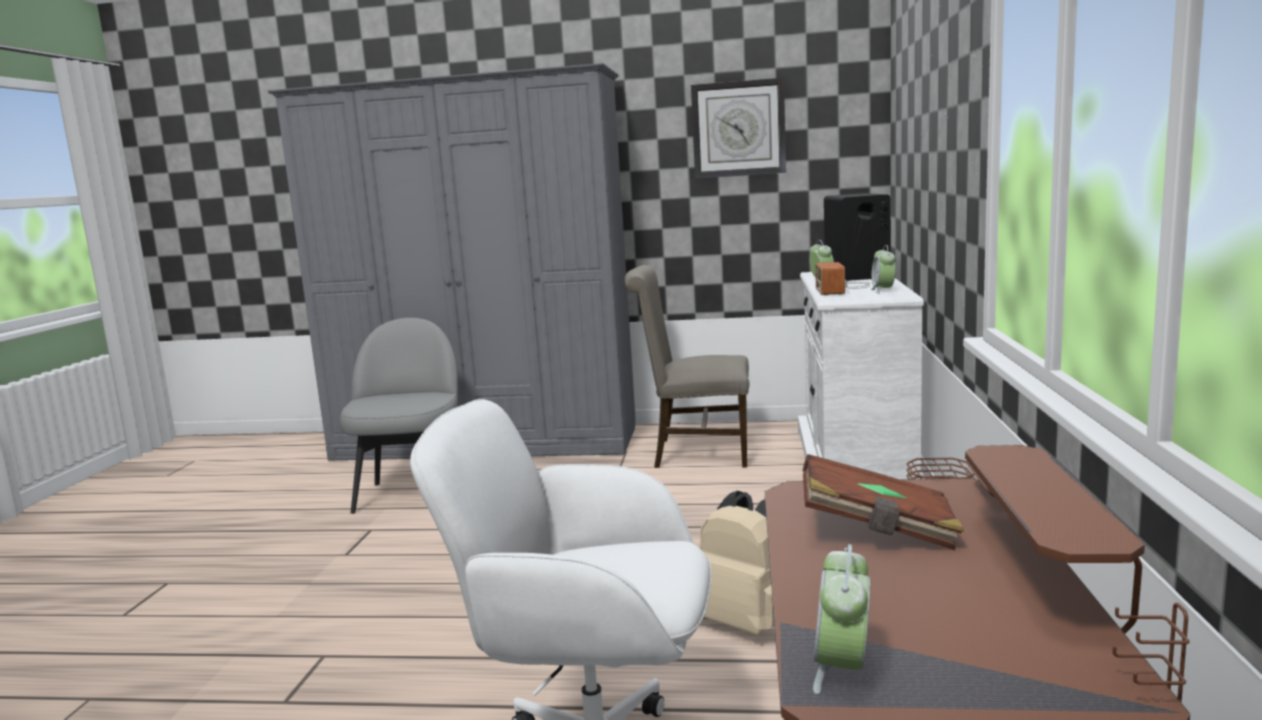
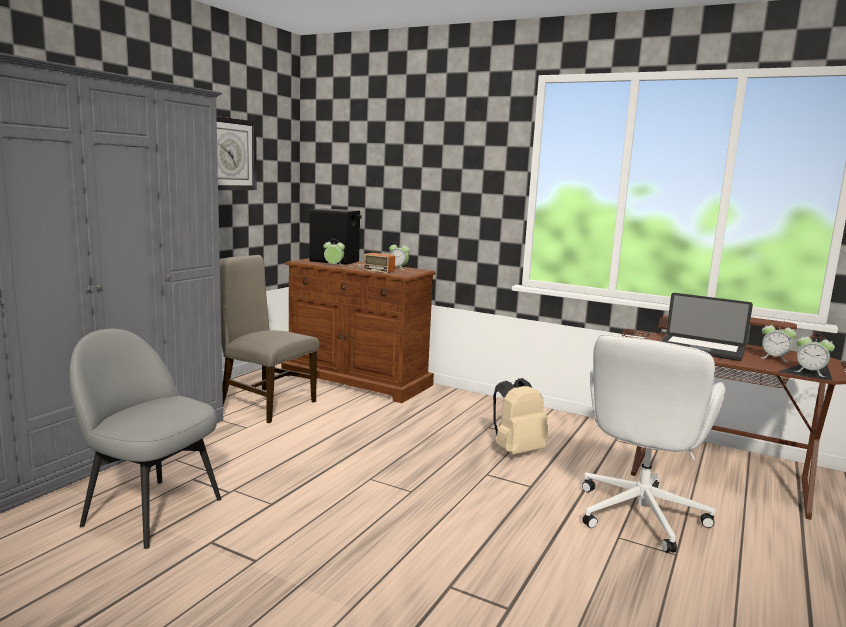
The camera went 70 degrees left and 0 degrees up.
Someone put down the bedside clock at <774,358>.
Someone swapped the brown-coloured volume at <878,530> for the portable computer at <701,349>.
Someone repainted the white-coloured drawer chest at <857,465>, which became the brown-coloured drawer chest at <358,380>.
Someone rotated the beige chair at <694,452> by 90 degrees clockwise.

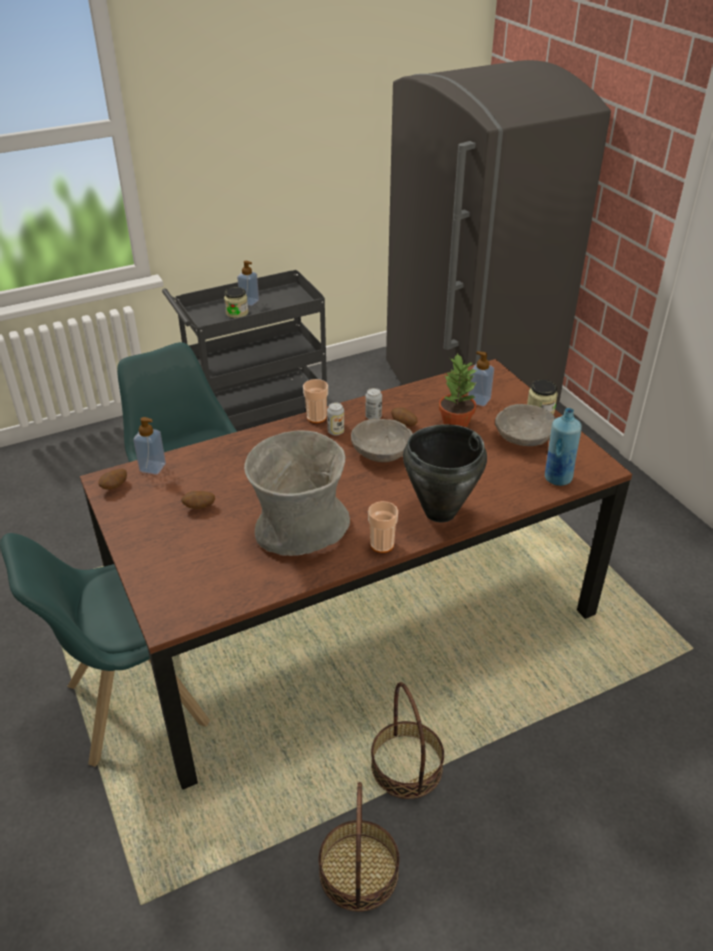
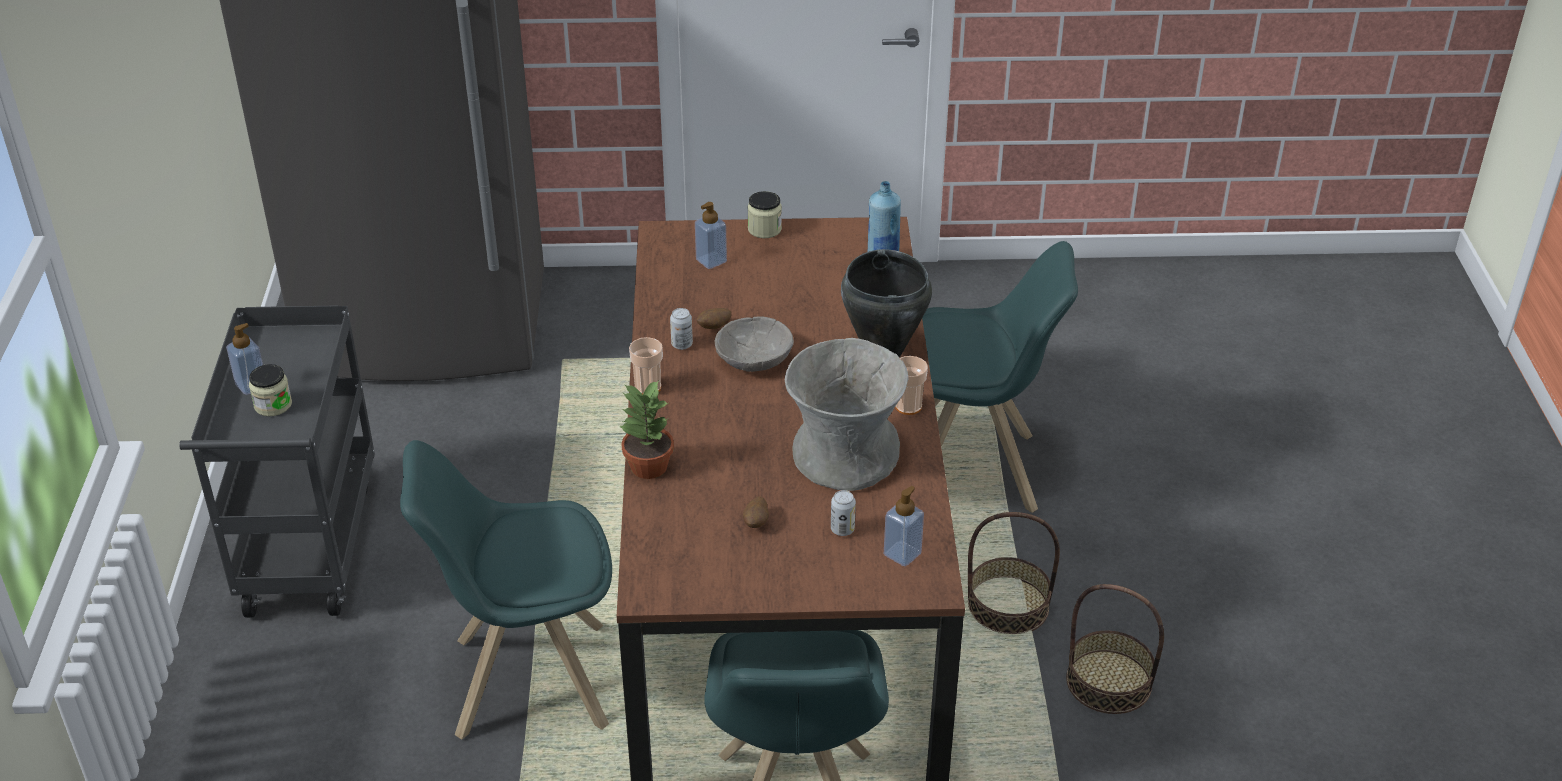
The camera went 65 degrees left and 0 degrees up.
Someone took away the spud at <114,487>.
Someone took away the greyish deep dish at <524,437>.
Someone put down the turquoise chair at <970,470>.
Someone carried the soap dispenser from <152,467> to <902,554>.
Someone carried the metal can from <336,431> to <842,529>.
Someone carried the houseplant from <455,422> to <647,467>.

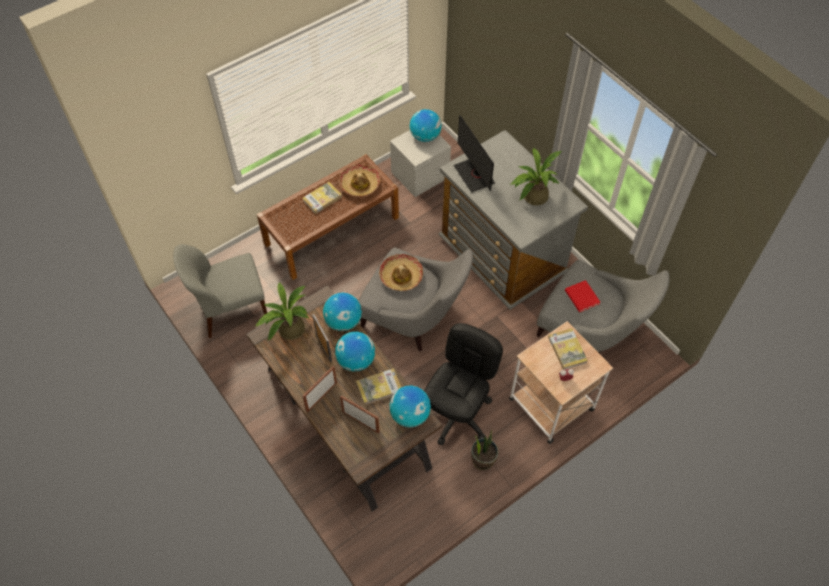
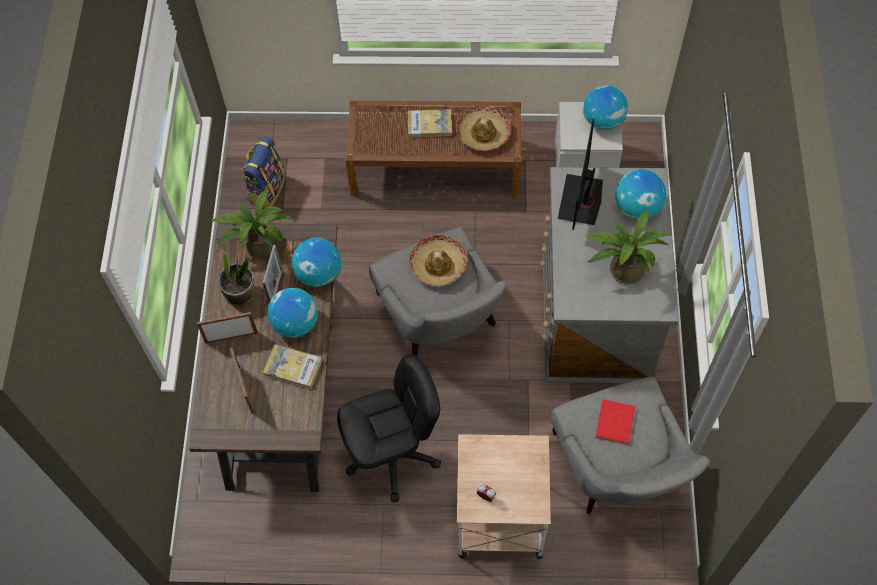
The camera went 40 degrees right and 5 degrees up.
Someone took away the volume at <567,350>.
Someone carried the desk globe from <410,415> to <637,207>.
Someone carried the houseplant from <482,460> to <240,293>.
Someone swapped the greyish chair at <231,310> for the rucksack at <266,188>.

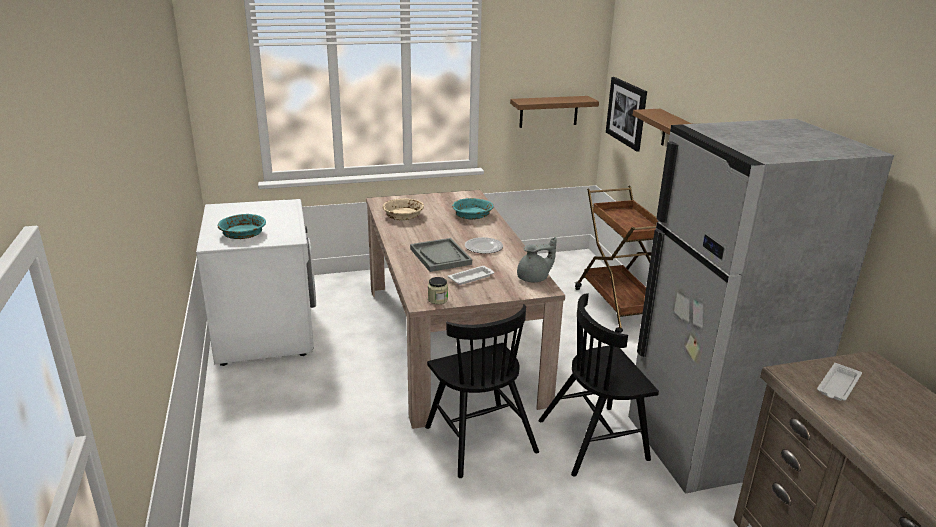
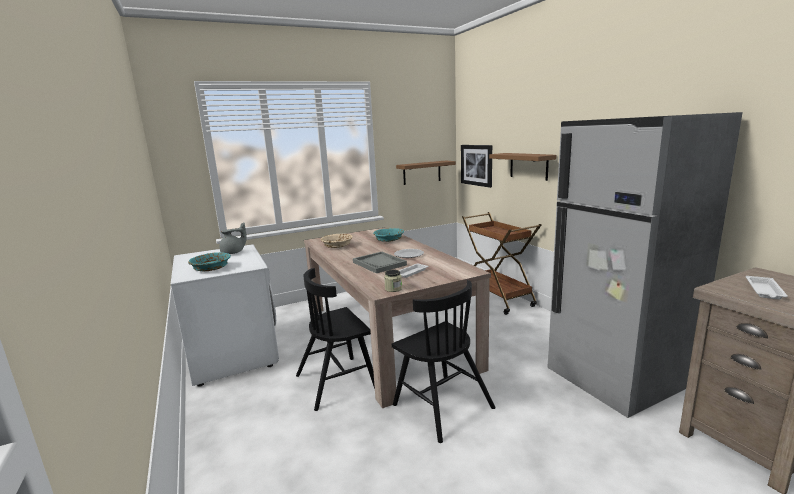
The camera went 10 degrees left and 10 degrees down.
Someone carried the greyish tea pot from <534,278> to <233,253>.
Someone carried the black-coloured chair from <598,438> to <340,380>.

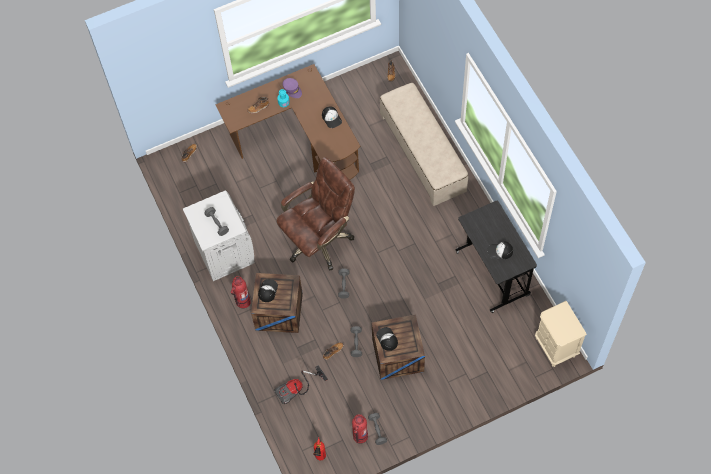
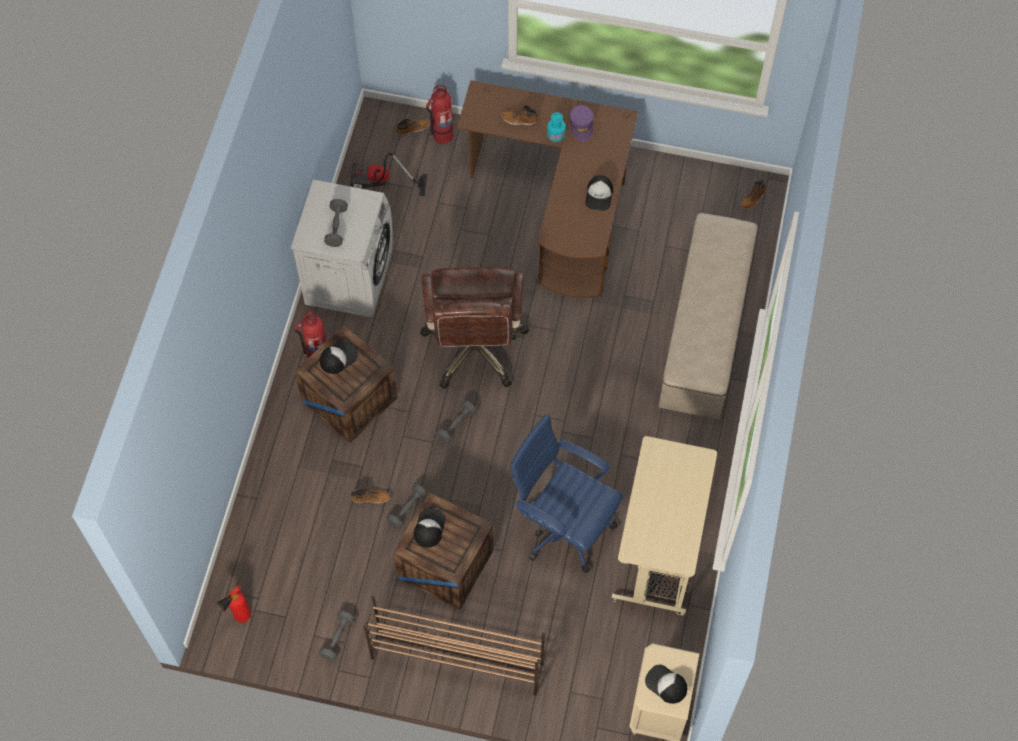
The camera went 35 degrees right and 0 degrees up.
Someone put down the brown-coloured shoe shelf at <456,660>.
Someone put down the bluish office chair at <563,527>.
Someone carried the vacuum from <297,390> to <381,184>.
Someone carried the extinguisher from <360,436> to <442,135>.
Someone carried the baseball cap from <500,251> to <666,685>.
Someone repainted the black-coloured desk unit at <492,273>, which became the beige desk unit at <659,550>.
Someone rotated the brown-coloured office chair at <319,241> by 90 degrees clockwise.

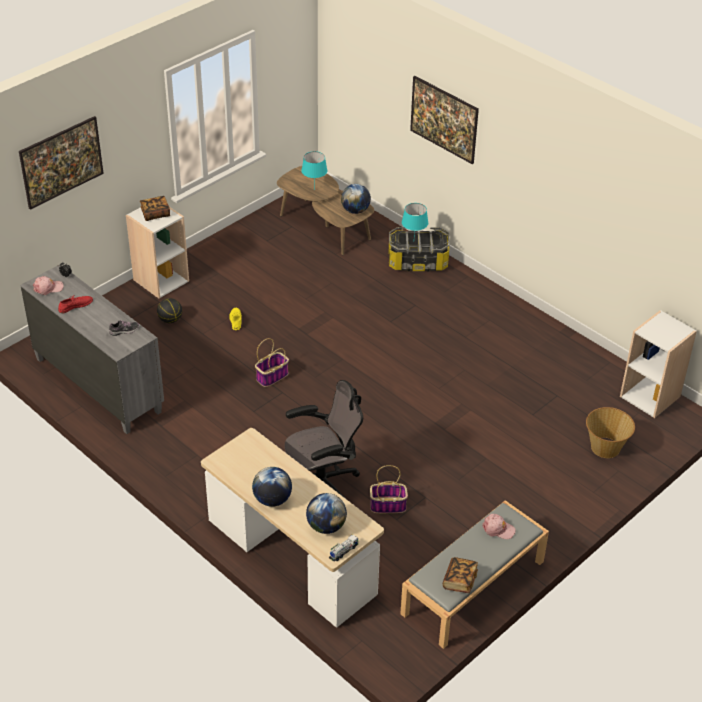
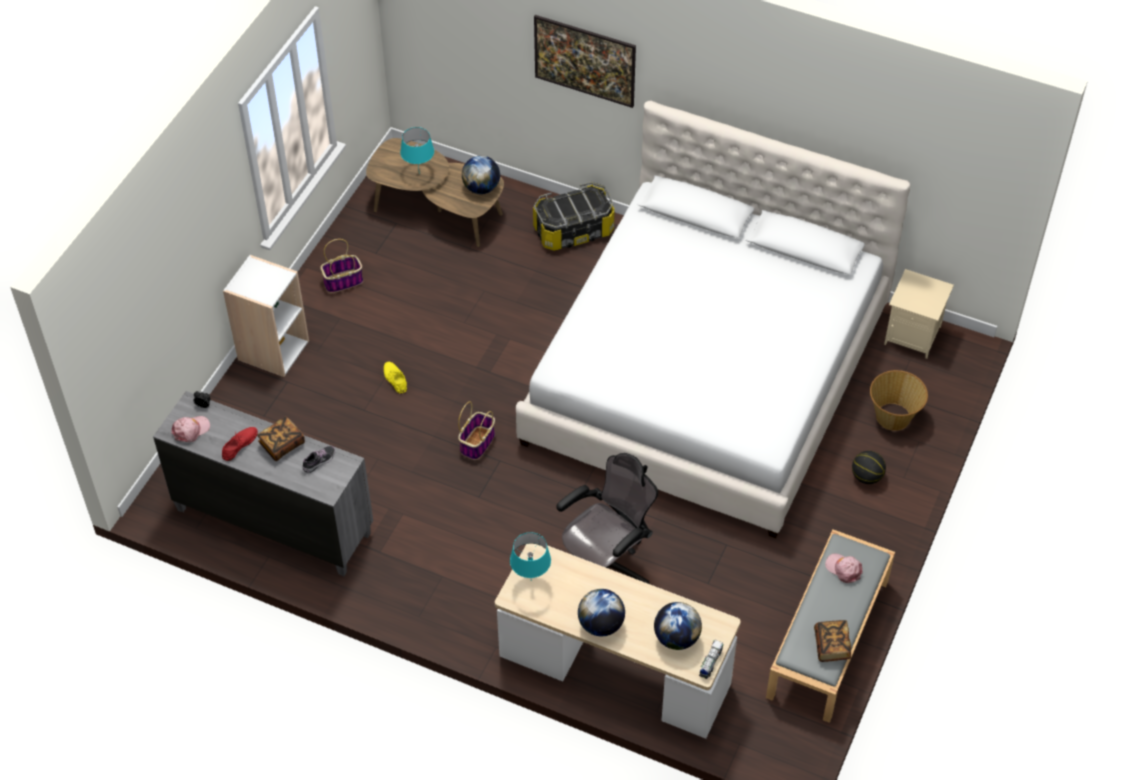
The camera went 20 degrees left and 10 degrees up.
Someone took away the picture at <63,176>.
Someone put down the white-coloured sleeping bed at <707,374>.
Someone carried the volume from <155,214> to <282,444>.
Someone carried the basketball ball from <170,320> to <866,477>.
Someone carried the basket from <388,505> to <343,281>.
Someone carried the turquoise lamp for a table from <413,241> to <531,580>.
Someone swapped the shelving unit at <650,397> for the beige night table at <914,335>.
Someone rotated the pinkish baseball cap at <498,529> by 135 degrees counterclockwise.

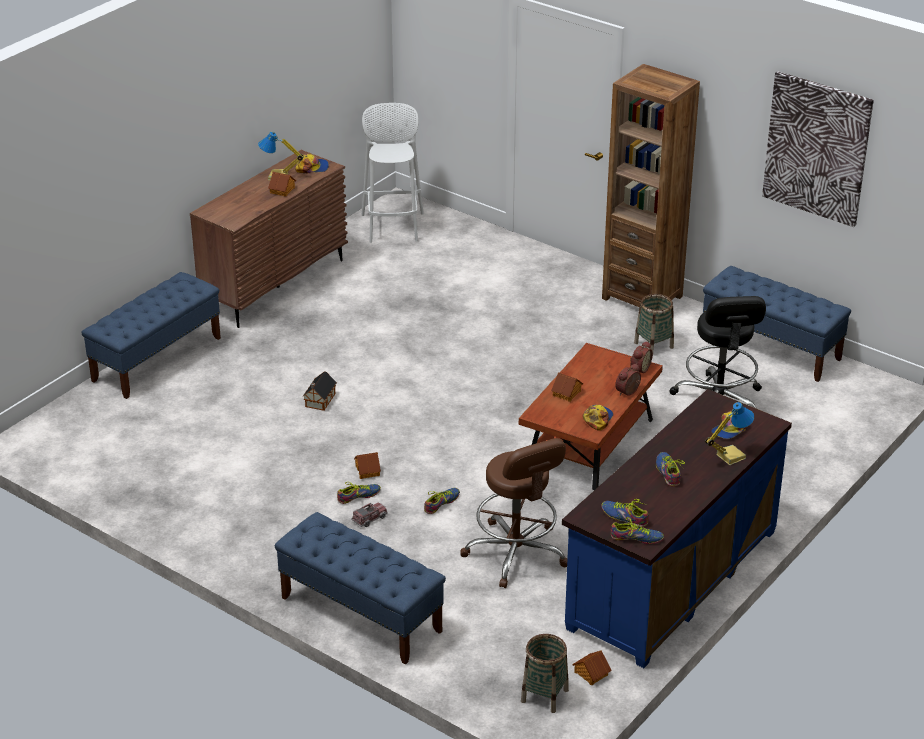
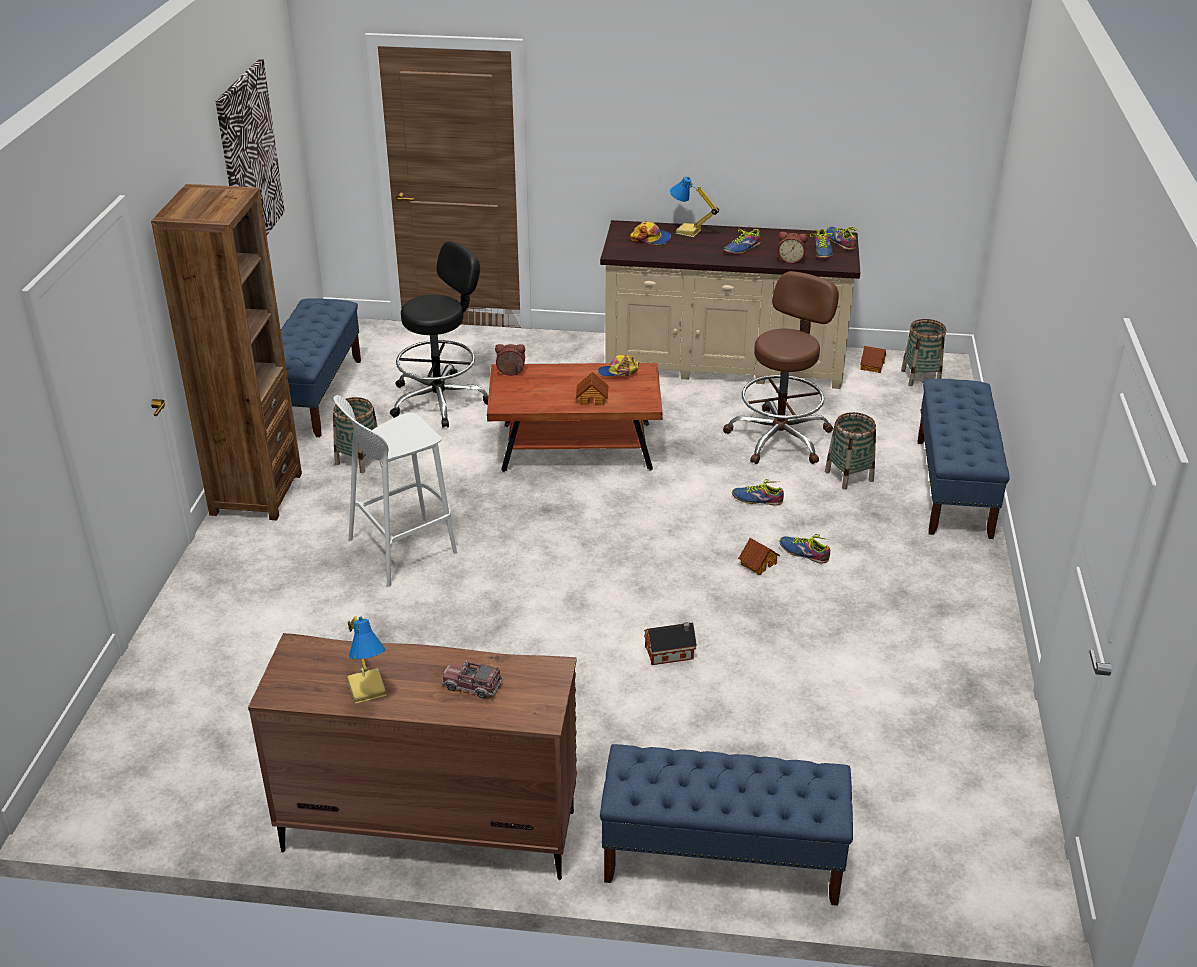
The camera went 120 degrees left and 0 degrees up.
Someone took away the model house at <282,190>.
Someone took away the baseball cap at <312,167>.
Someone put down the basket at <849,476>.
Someone carried the toy truck from <369,518> to <472,686>.
Someone carried the white-coloured stool seat from <393,227> to <401,550>.
Someone carried the bedside clock from <628,392> to <791,260>.
Someone repainted the bluish cabinet at <671,580>, which became the beige cabinet at <725,361>.

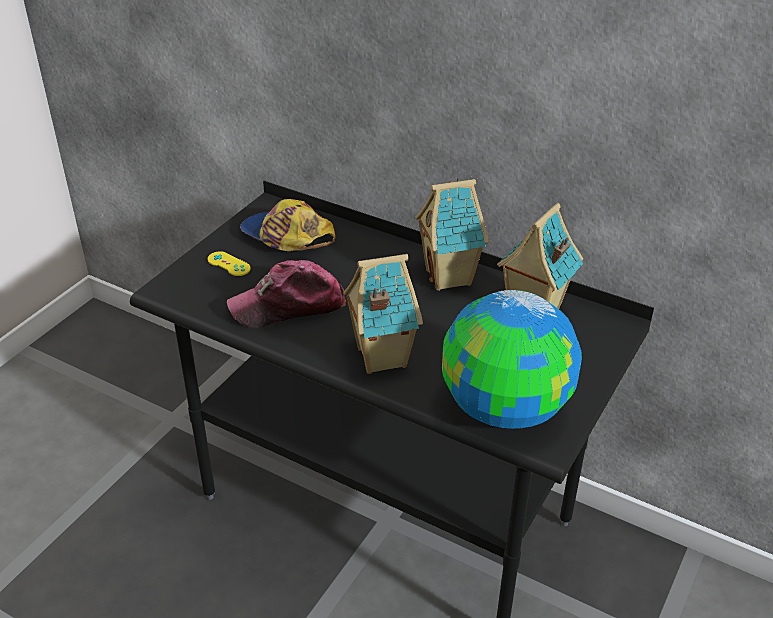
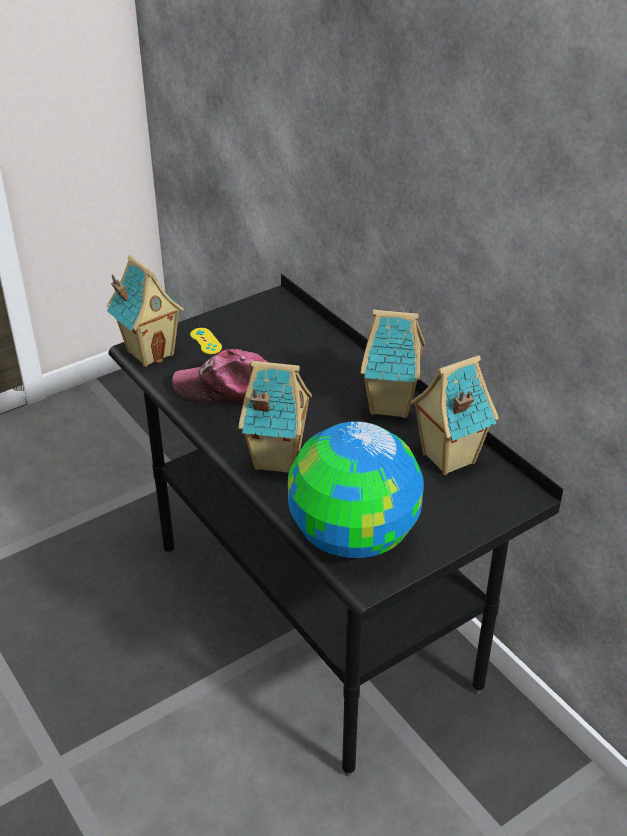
The camera went 25 degrees right and 0 degrees up.
Someone took away the baseball cap at <286,236>.
Someone put down the model house at <150,352>.

